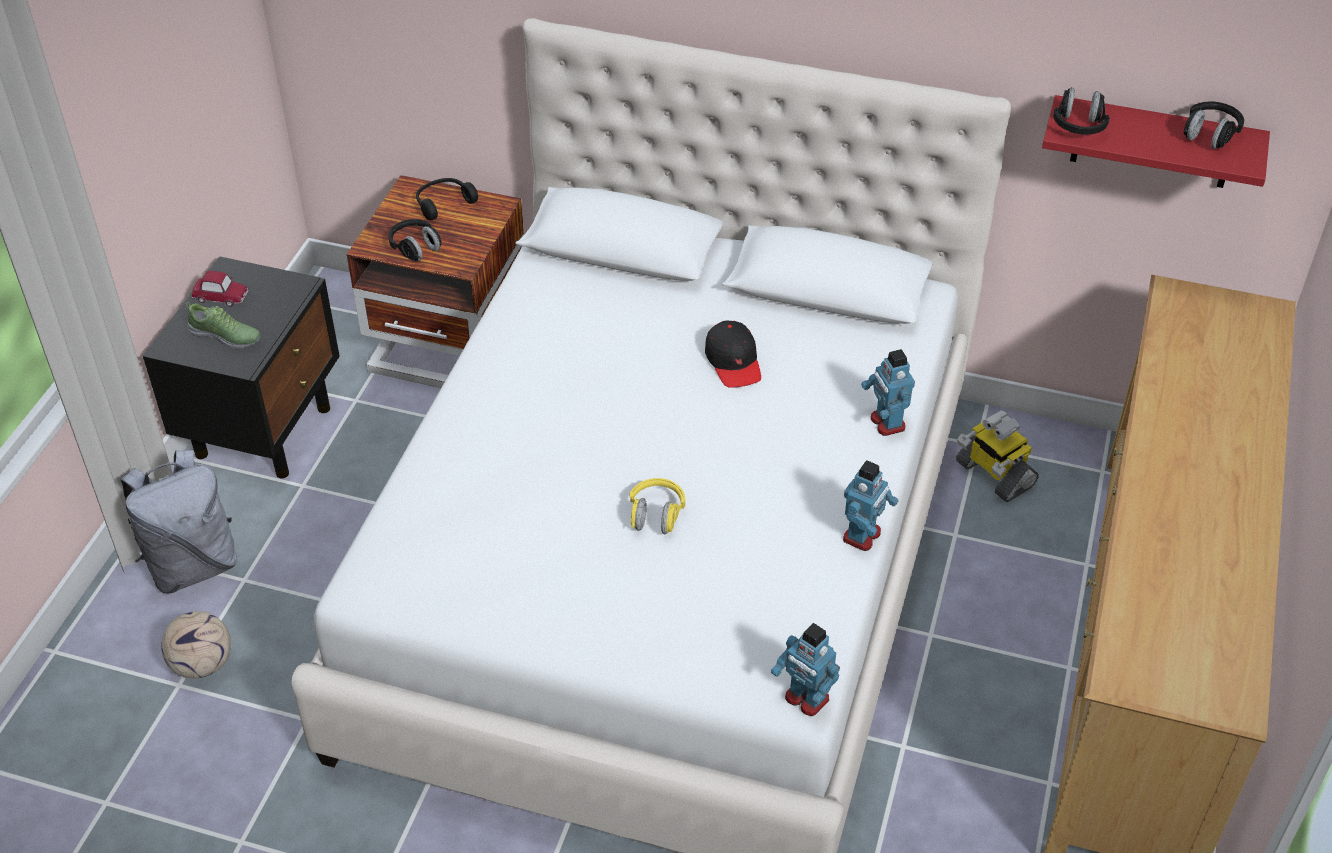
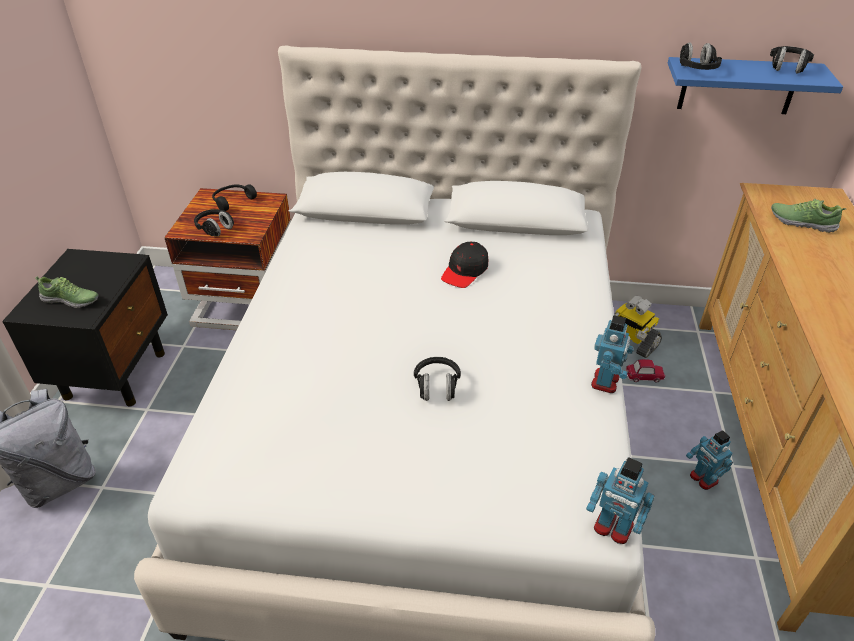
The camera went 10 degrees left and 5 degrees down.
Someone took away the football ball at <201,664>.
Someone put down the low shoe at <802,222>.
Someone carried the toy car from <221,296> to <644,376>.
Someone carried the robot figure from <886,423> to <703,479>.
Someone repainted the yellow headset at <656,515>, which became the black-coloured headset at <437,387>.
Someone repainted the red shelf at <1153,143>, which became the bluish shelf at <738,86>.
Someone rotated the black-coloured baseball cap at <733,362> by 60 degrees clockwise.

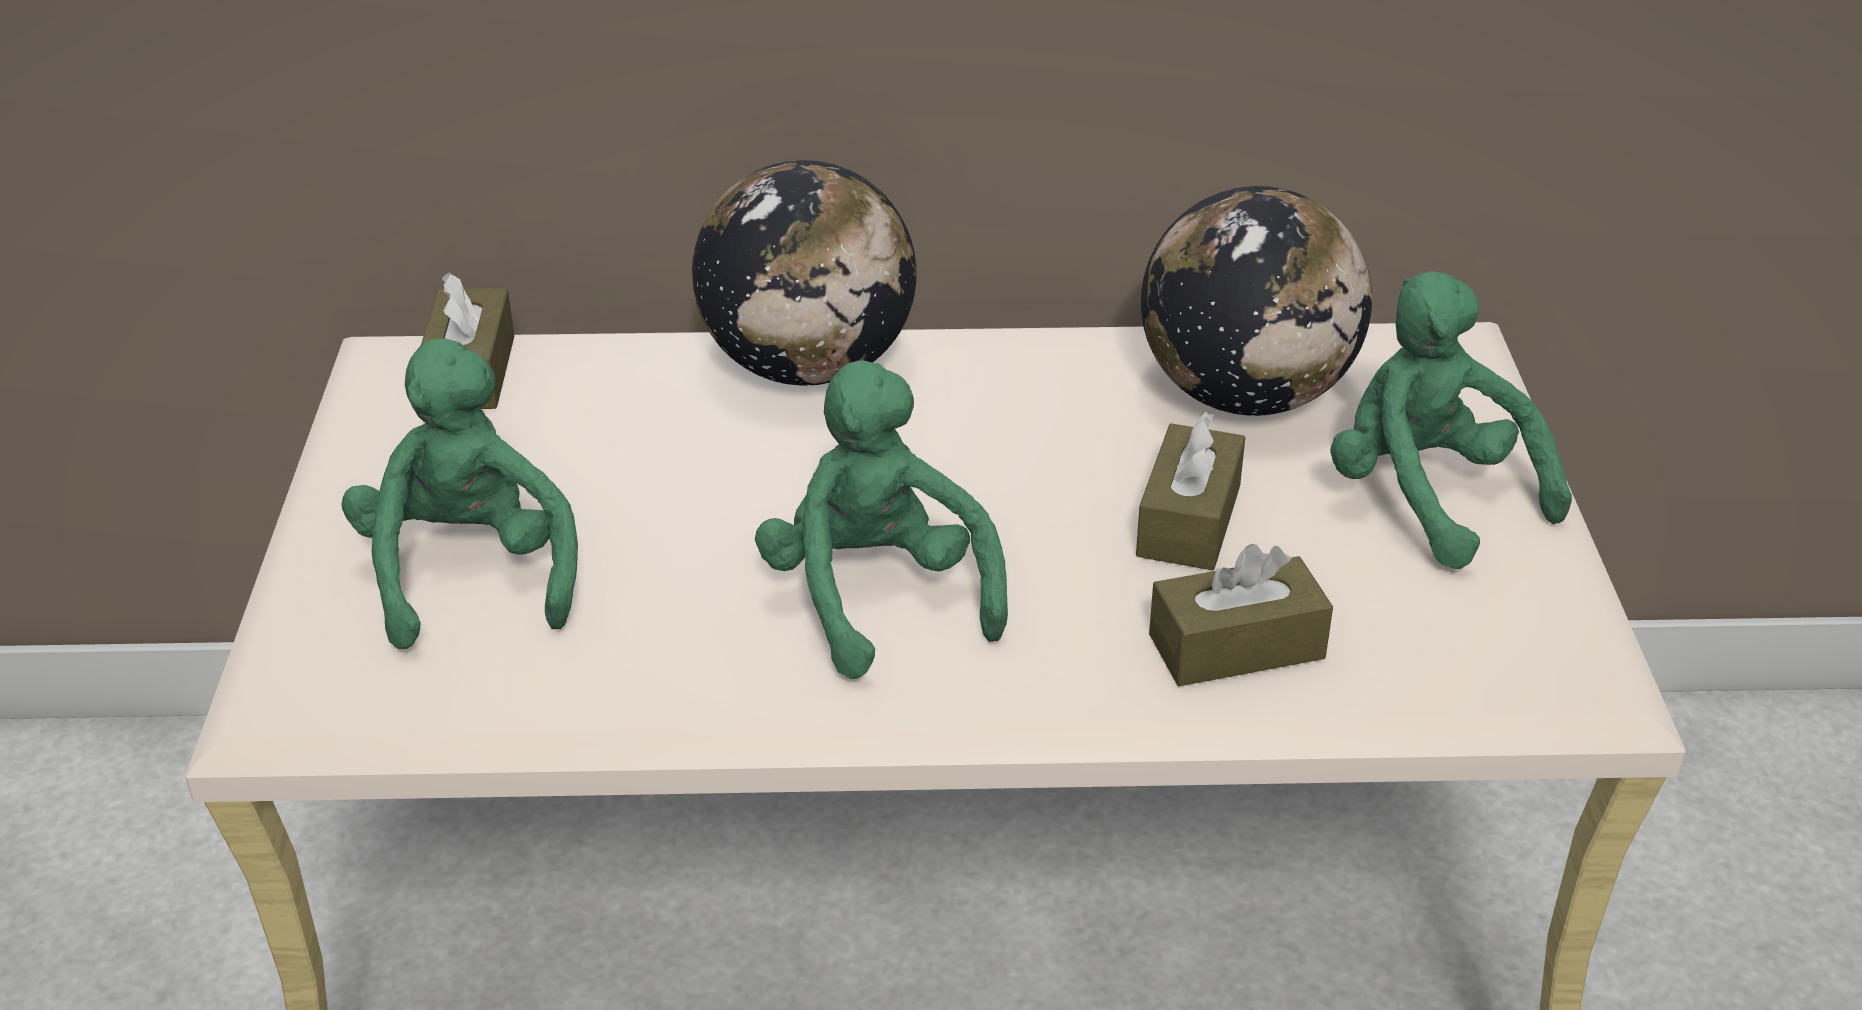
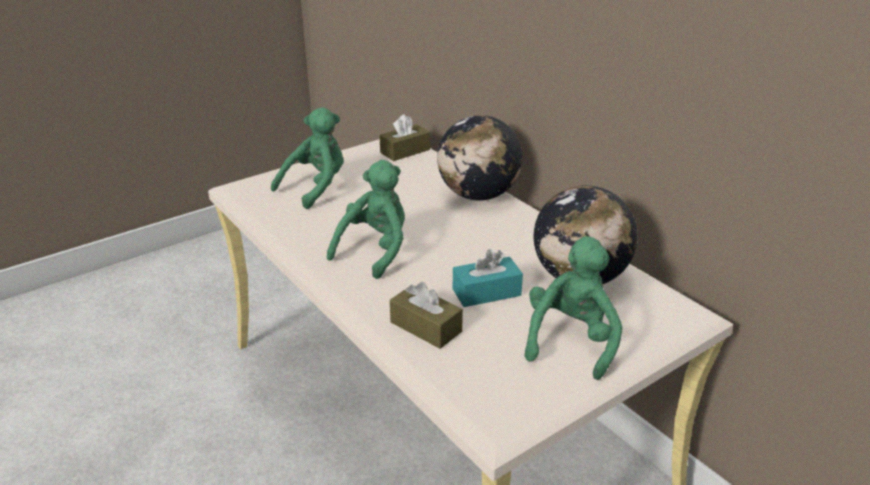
The camera went 55 degrees right and 5 degrees down.
Someone repainted the brown-coloured box of tissues at <1189,521>, which became the turquoise box of tissues at <486,292>.

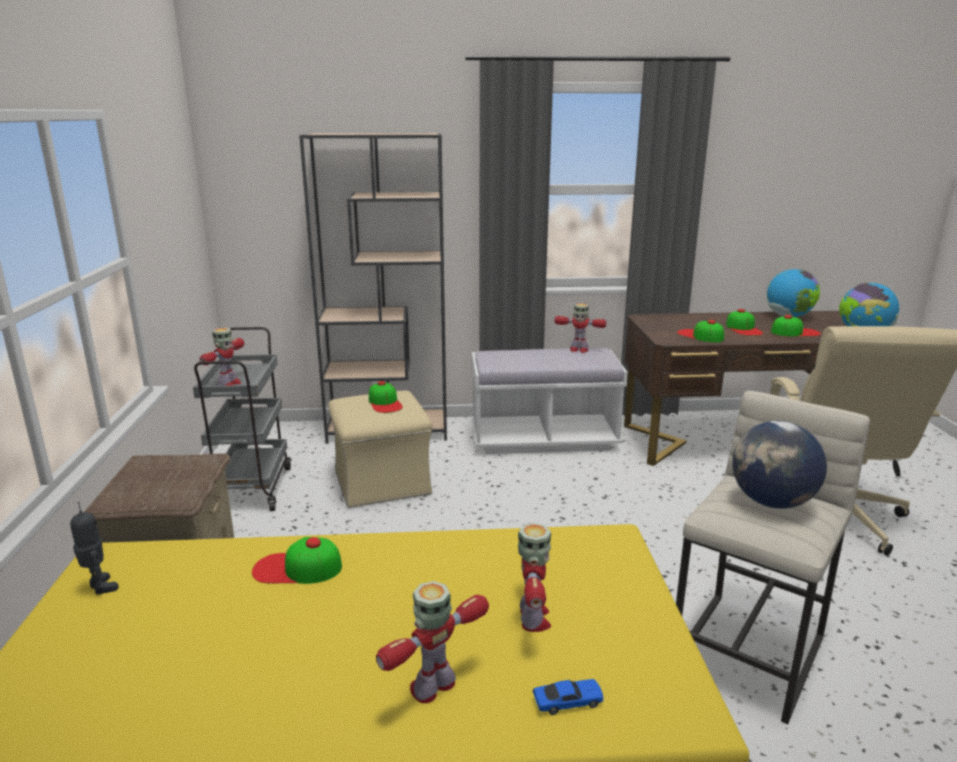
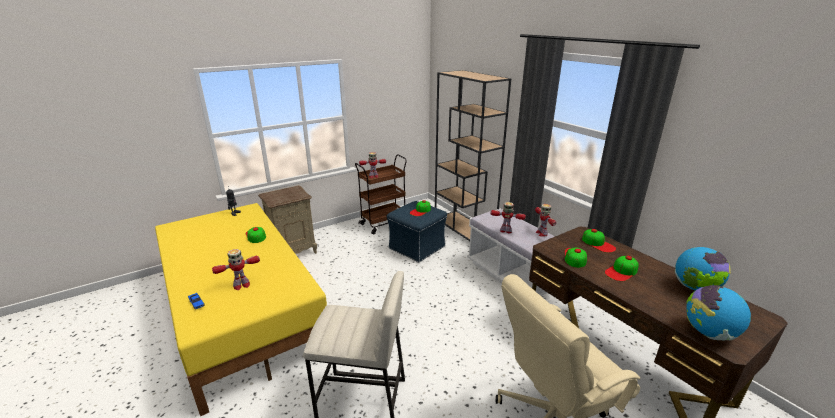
The camera went 60 degrees right and 5 degrees up.
Someone took away the desk globe at <771,502>.
Someone carried the robot figure from <434,686> to <506,231>.
Someone carried the baseball cap from <795,332> to <598,244>.
Someone repainted the greyish trolley at <254,489>, which became the brown-coloured trolley at <384,224>.
Someone repainted the beige ottoman at <382,482>, which became the bluish ottoman at <416,247>.

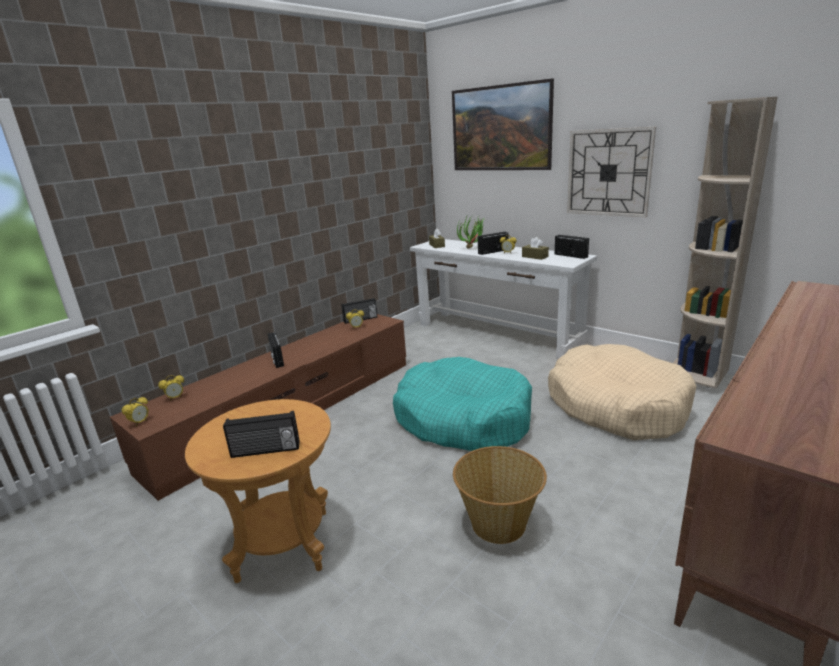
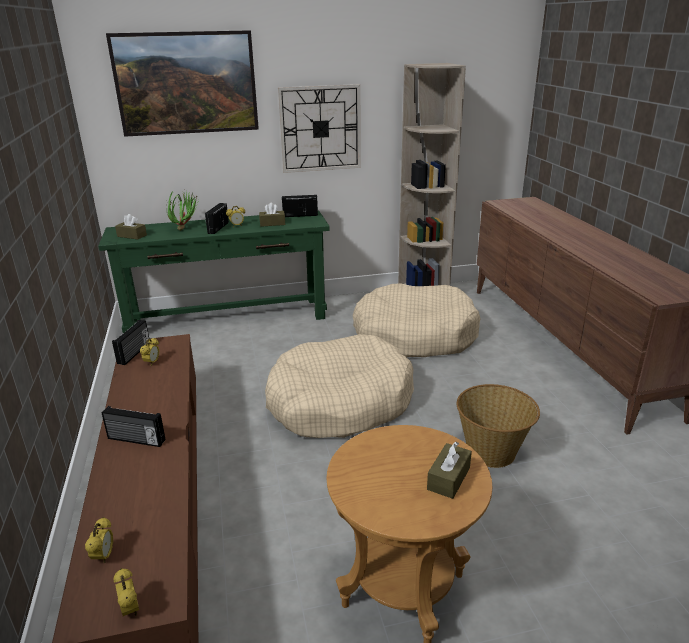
The camera went 55 degrees left and 5 degrees up.
Someone swapped the radio receiver at <265,450> for the brown-coloured box of tissues at <448,478>.
Someone repainted the turquoise dog bed at <463,419>, which became the beige dog bed at <339,402>.
Someone repainted the white-coloured console table at <496,333>, which became the green console table at <228,319>.

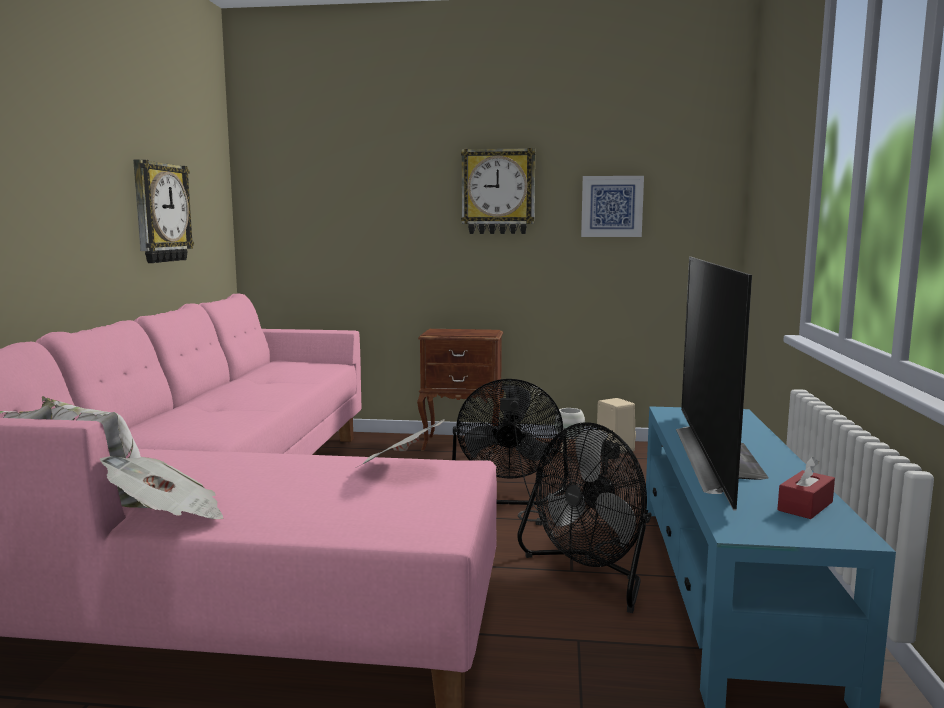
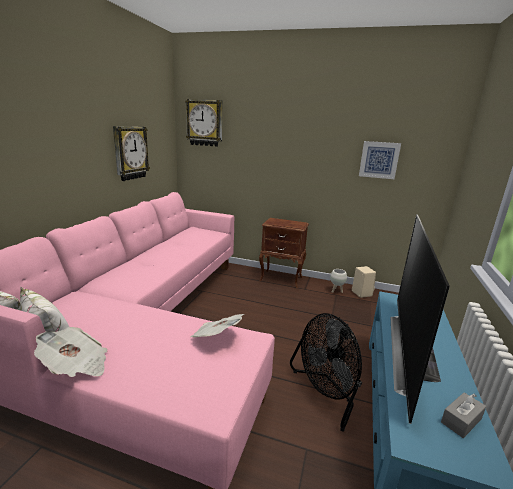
The camera went 10 degrees right and 10 degrees up.
Someone took away the black-coloured cooling fan at <513,499>.
Someone carried the hanging clock from <498,192> to <205,123>.
Someone repainted the red box of tissues at <805,506>, which became the greyish box of tissues at <461,420>.

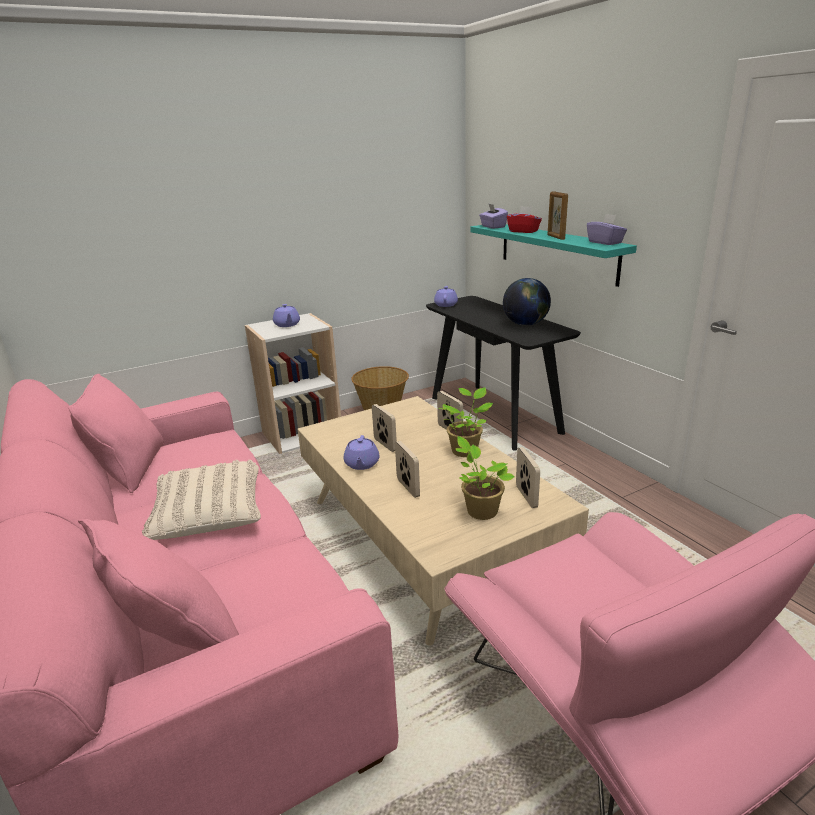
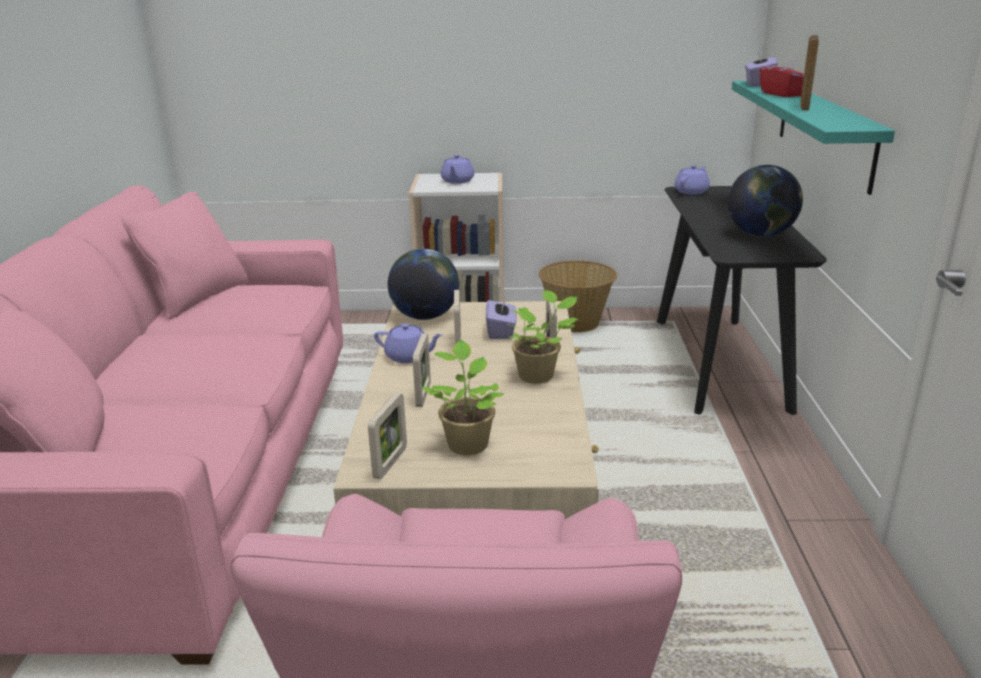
The camera went 30 degrees right and 0 degrees up.
Someone took away the beige cushion at <209,510>.
Someone put down the desk globe at <425,316>.
Someone carried the photo frame from <526,496> to <390,463>.
Someone carried the purplish box of tissues from <605,242> to <501,331>.
Someone rotated the purplish tea pot at <362,464> by 105 degrees counterclockwise.

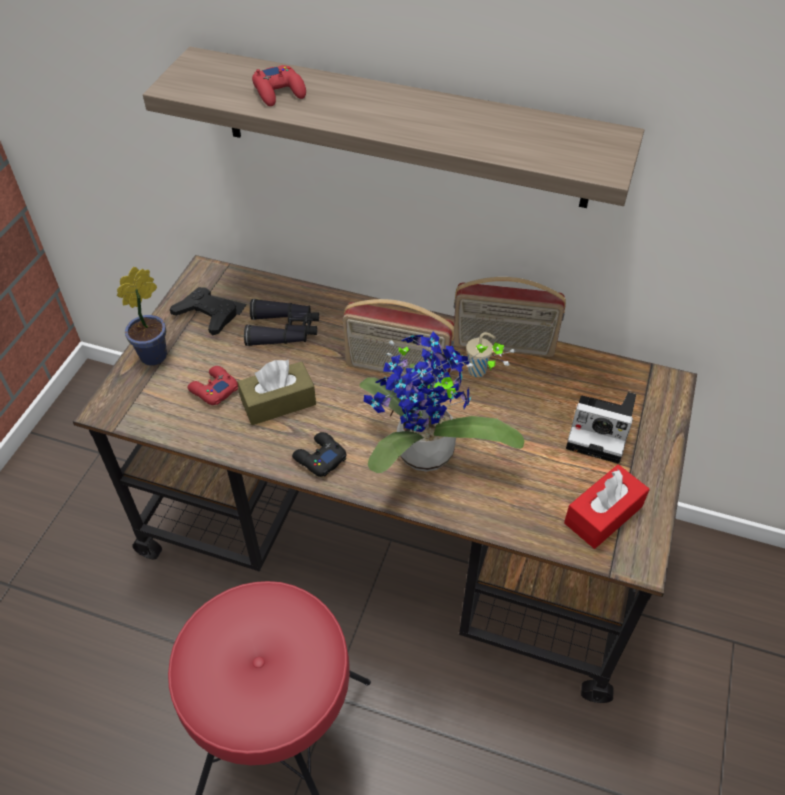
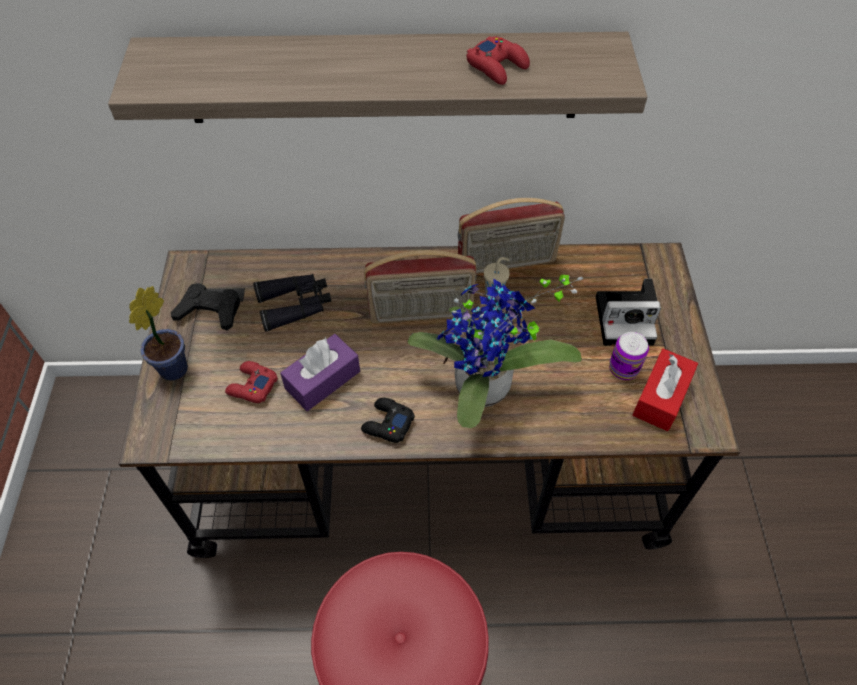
The camera went 20 degrees left and 5 degrees up.
Someone put down the metal can at <623,368>.
Someone carried the red gamepad from <279,92> to <497,66>.
Someone repainted the brown-coloured box of tissues at <278,402>, which became the purplish box of tissues at <322,380>.

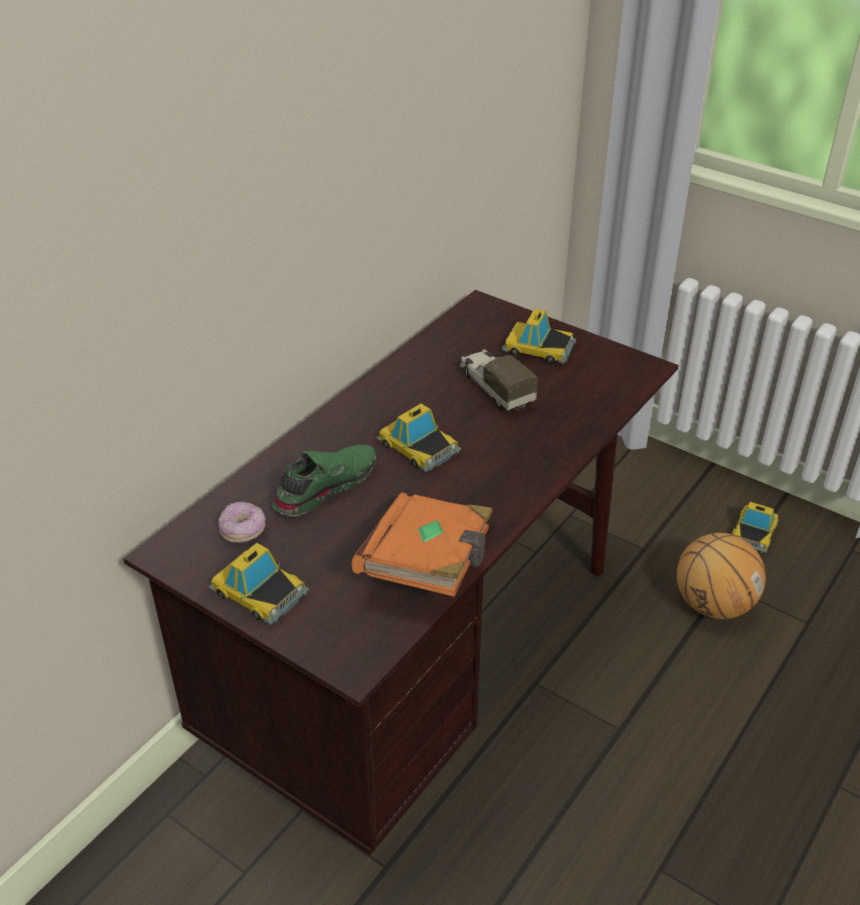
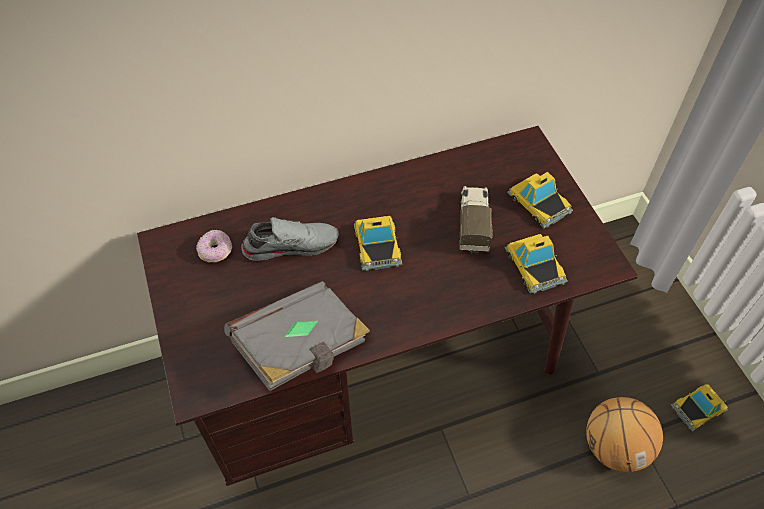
The camera went 35 degrees right and 15 degrees up.
Someone carried the toy car from <259,591> to <535,265>.
Someone repainted the green low shoe at <324,486>, which became the greyish low shoe at <291,244>.
Someone repainted the orange-coloured volume at <429,565>, which became the greyish volume at <302,346>.

